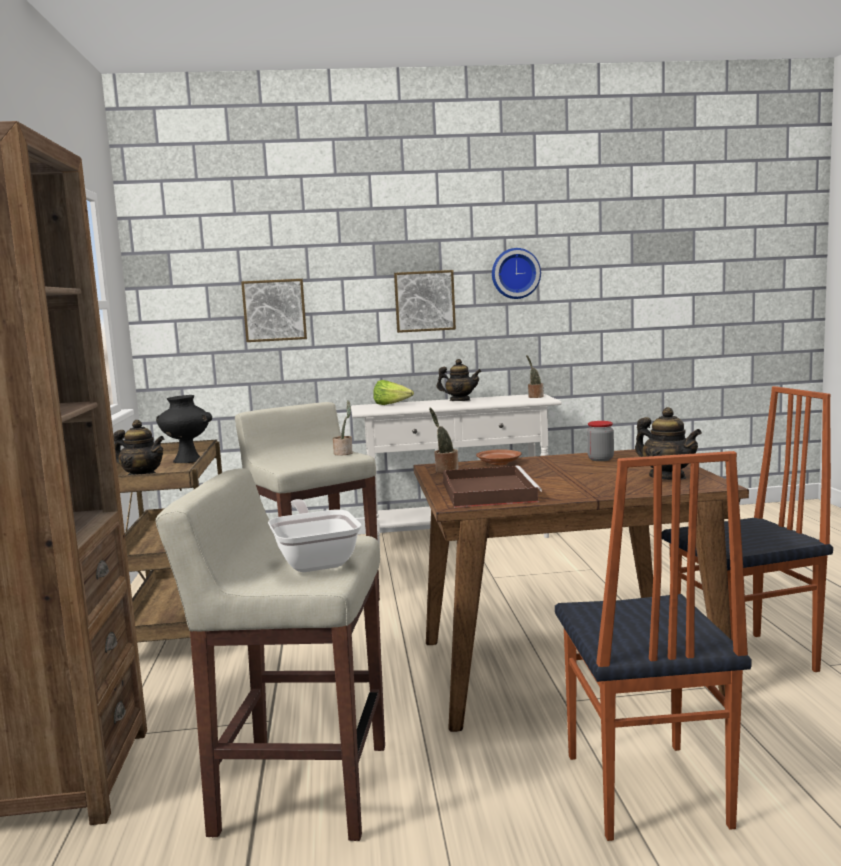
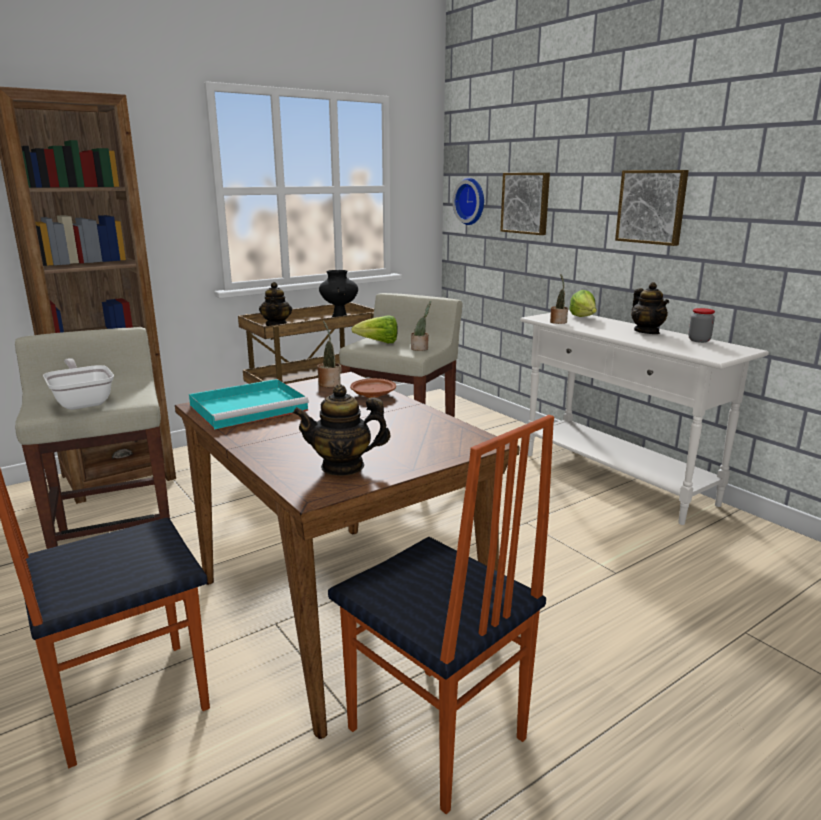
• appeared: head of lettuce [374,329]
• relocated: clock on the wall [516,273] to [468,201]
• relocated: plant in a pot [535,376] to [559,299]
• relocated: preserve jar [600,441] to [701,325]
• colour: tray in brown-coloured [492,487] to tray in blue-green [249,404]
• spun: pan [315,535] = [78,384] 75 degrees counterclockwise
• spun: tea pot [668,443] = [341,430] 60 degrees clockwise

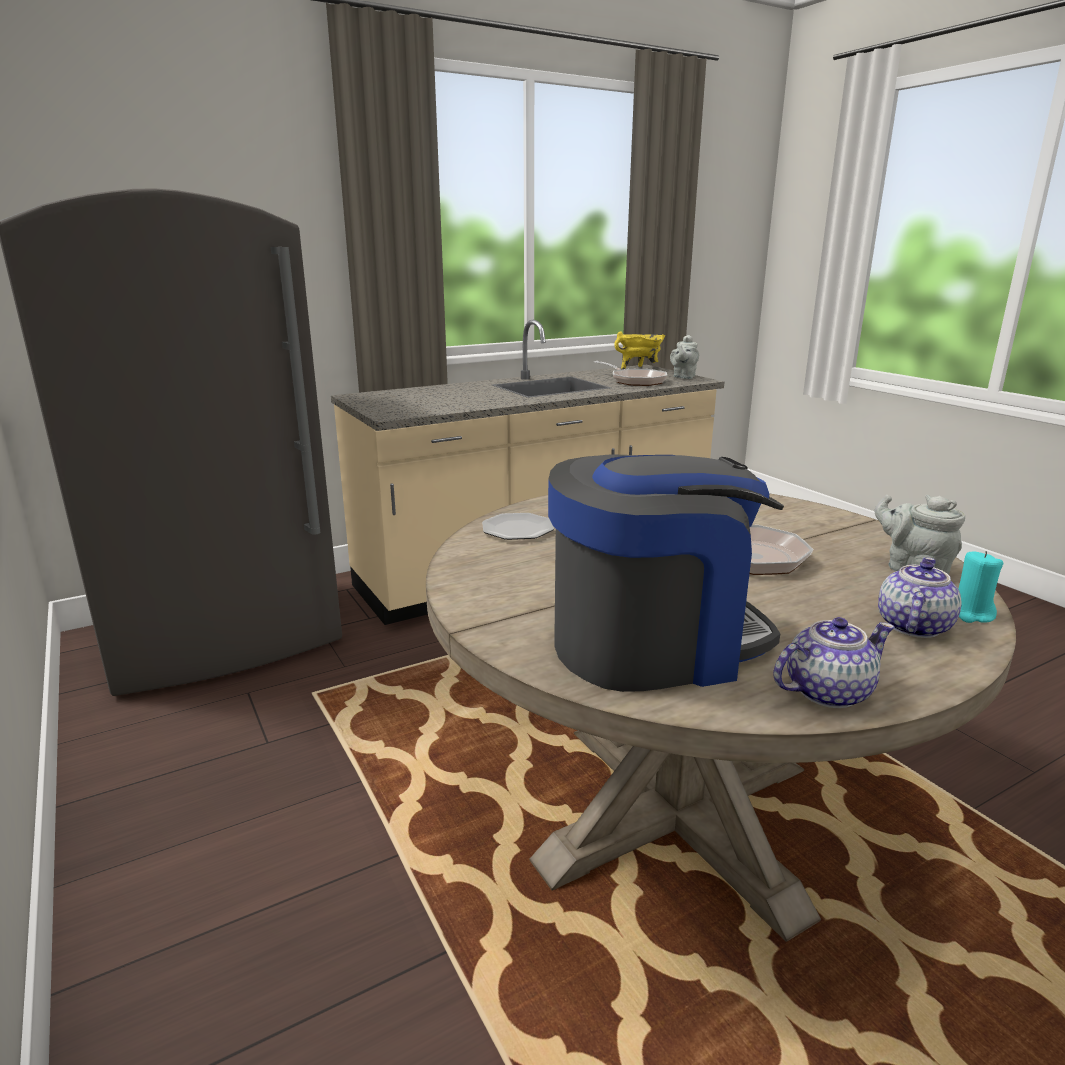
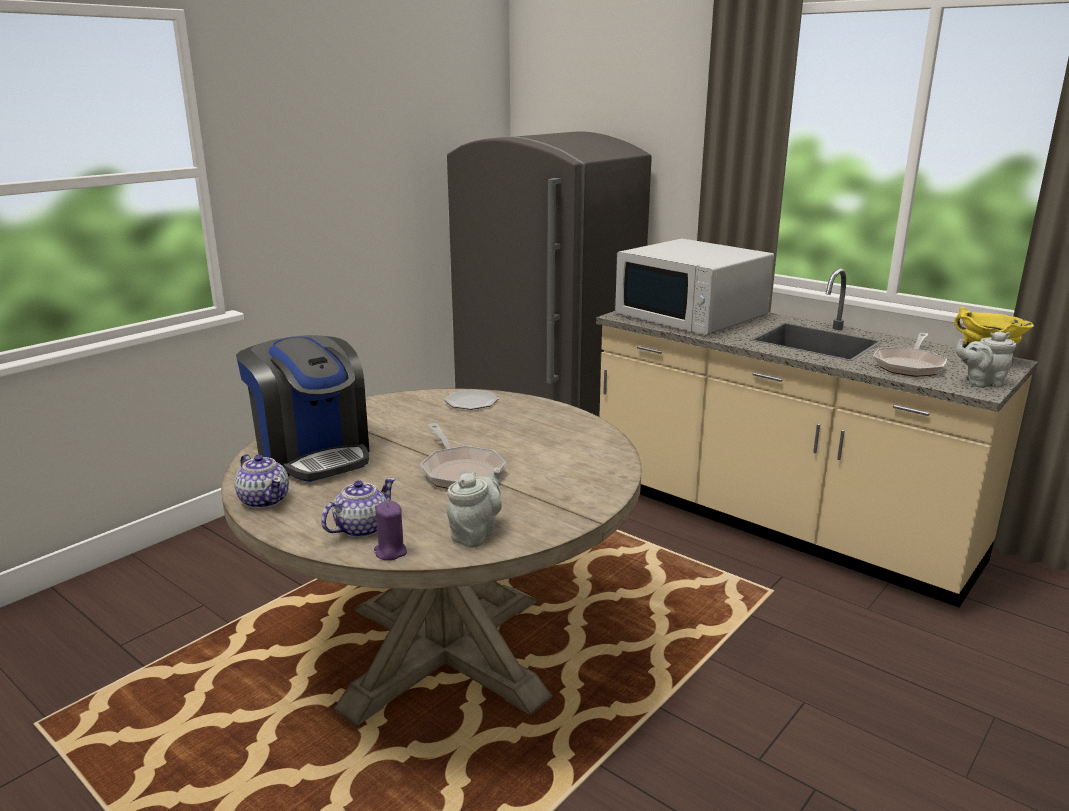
• appeared: microwave in white-coloured [694,287]
• colour: wax light in blue-green [981,587] to wax light in purple [390,530]
• spun: tea pot [920,597] = [358,508] 60 degrees counterclockwise

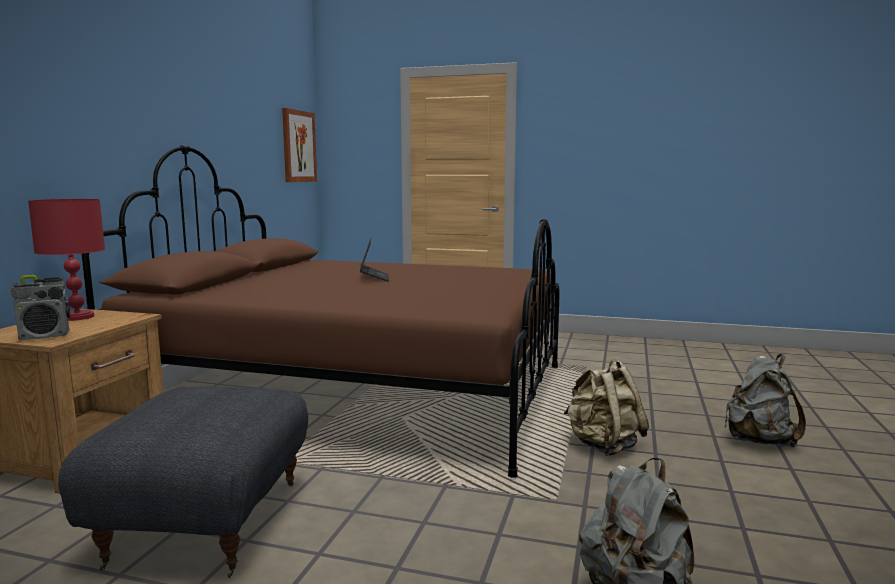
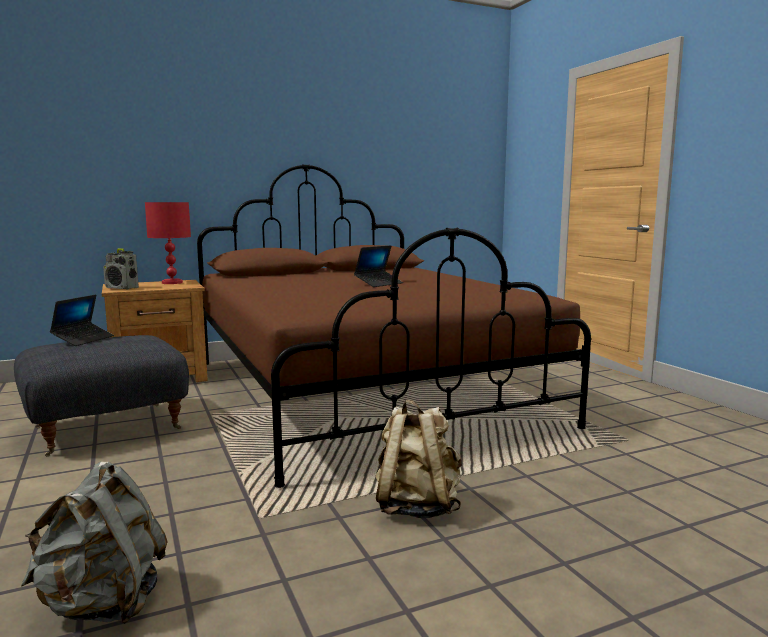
• missing: picture [299,145]
• missing: backpack in greyish [765,400]
• appeared: notebook computer [82,320]

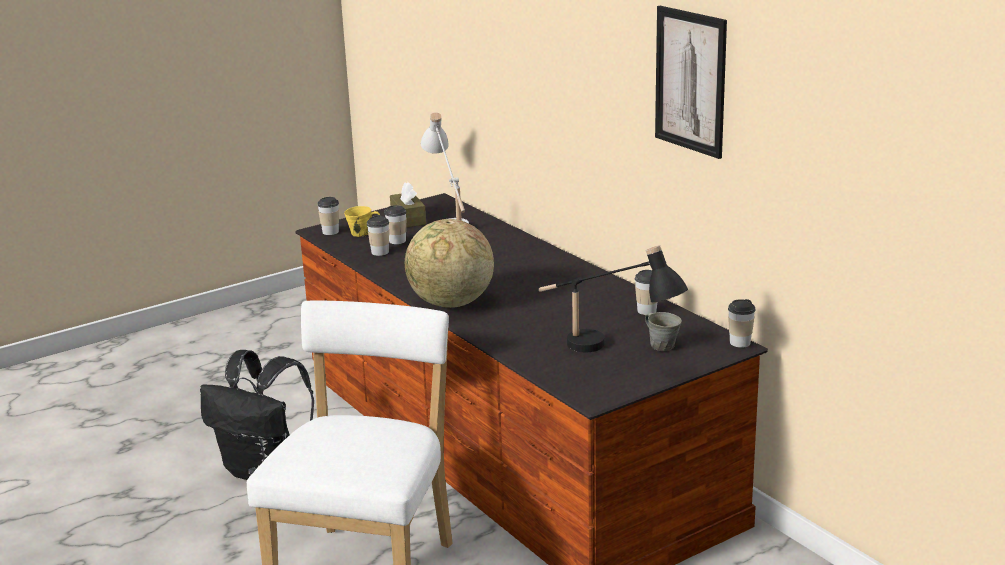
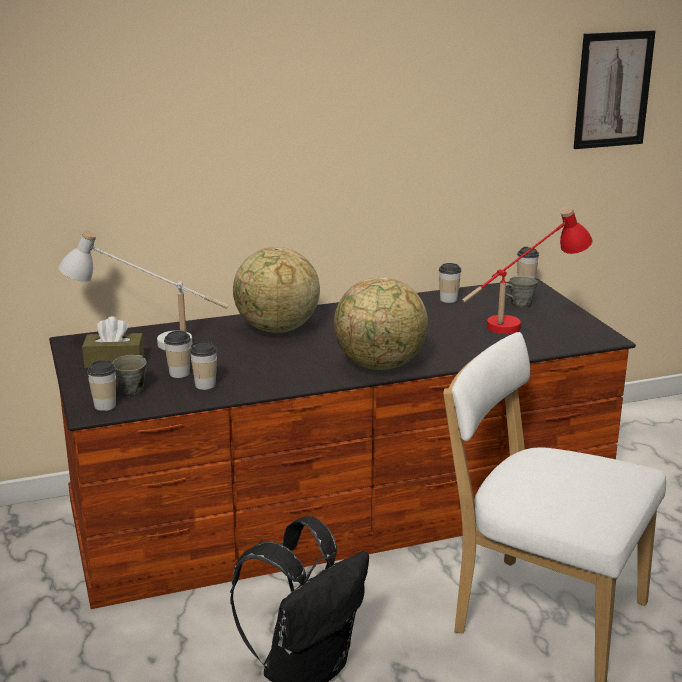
• appeared: world globe [276,290]
• relocated: picture [691,82] to [614,89]
• colour: coffee mug in yellow-coloured [362,221] to coffee mug in greyish [129,375]
• colour: table lamp in black-coloured [613,298] to table lamp in red-coloured [527,270]

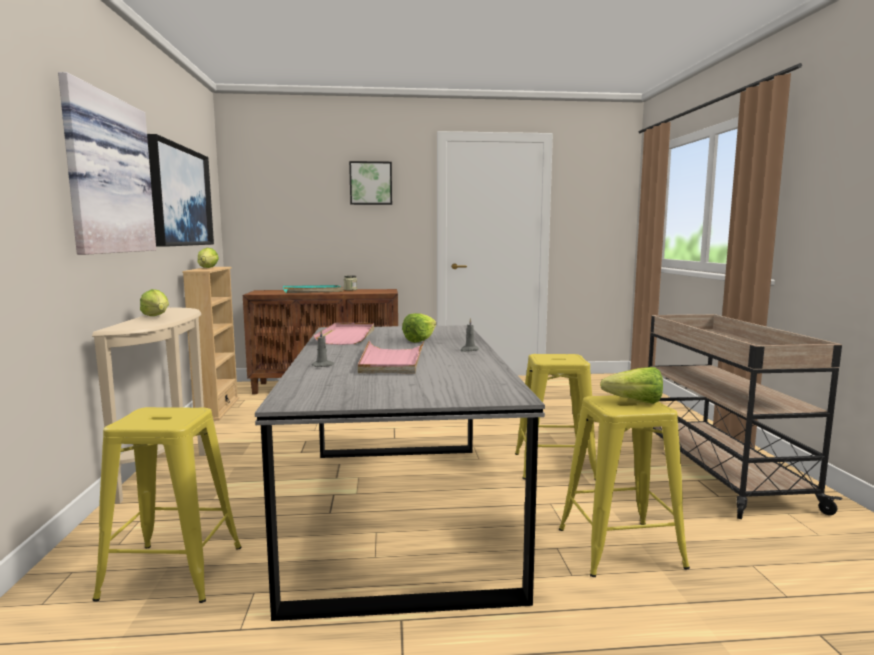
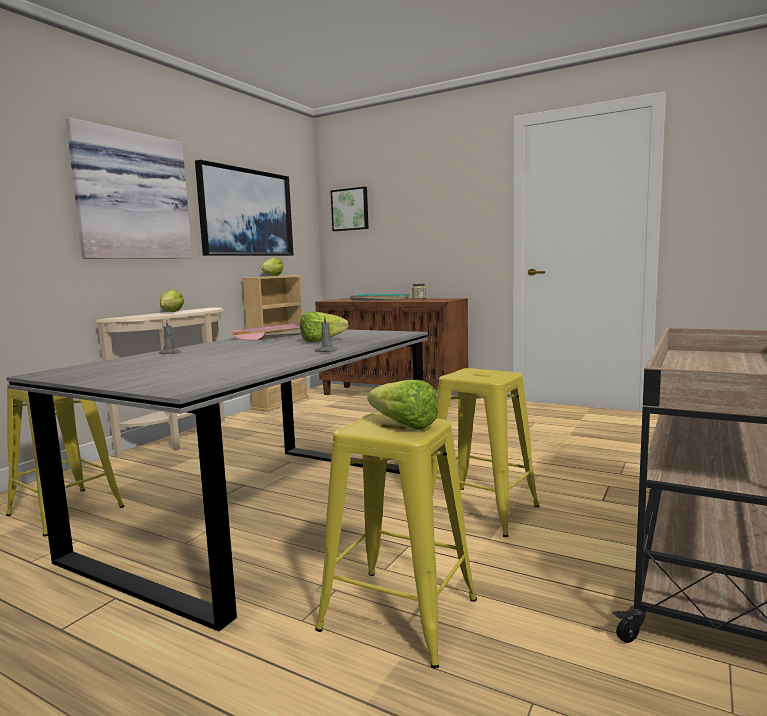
• missing: tray in pink [391,357]
• relocated: picture [370,183] to [350,209]

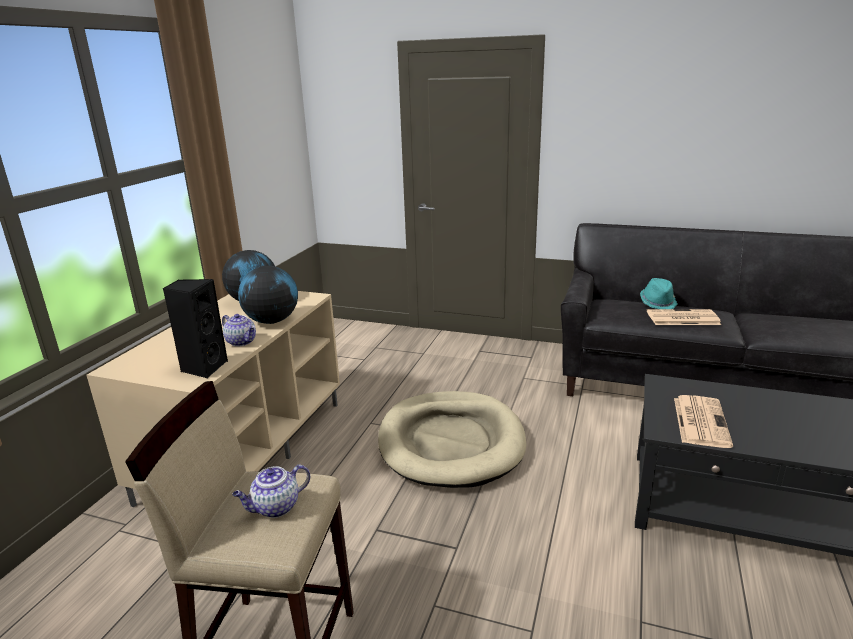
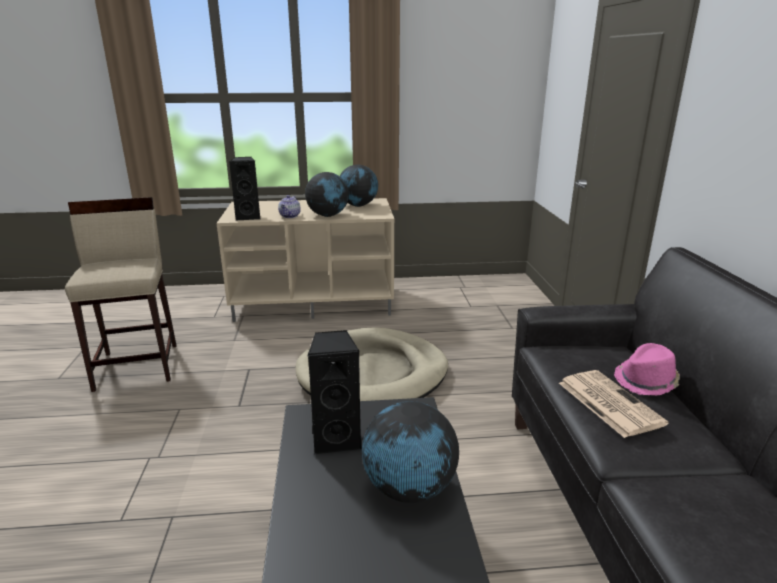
• missing: tea pot [271,491]
• appeared: world globe [410,452]
• exchanged: newspaper [703,421] to speaker in black-coloured [334,392]
• colour: hat in blue-green [658,293] to hat in pink [647,369]

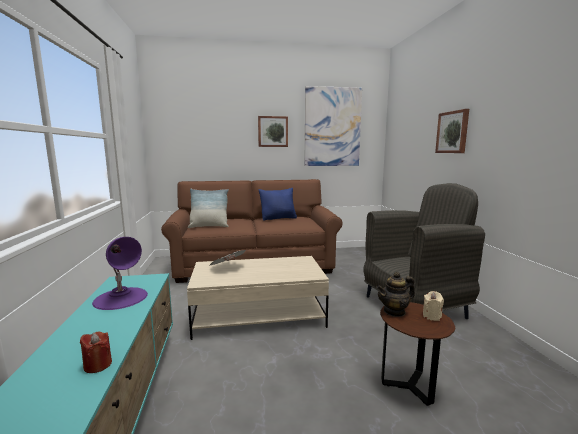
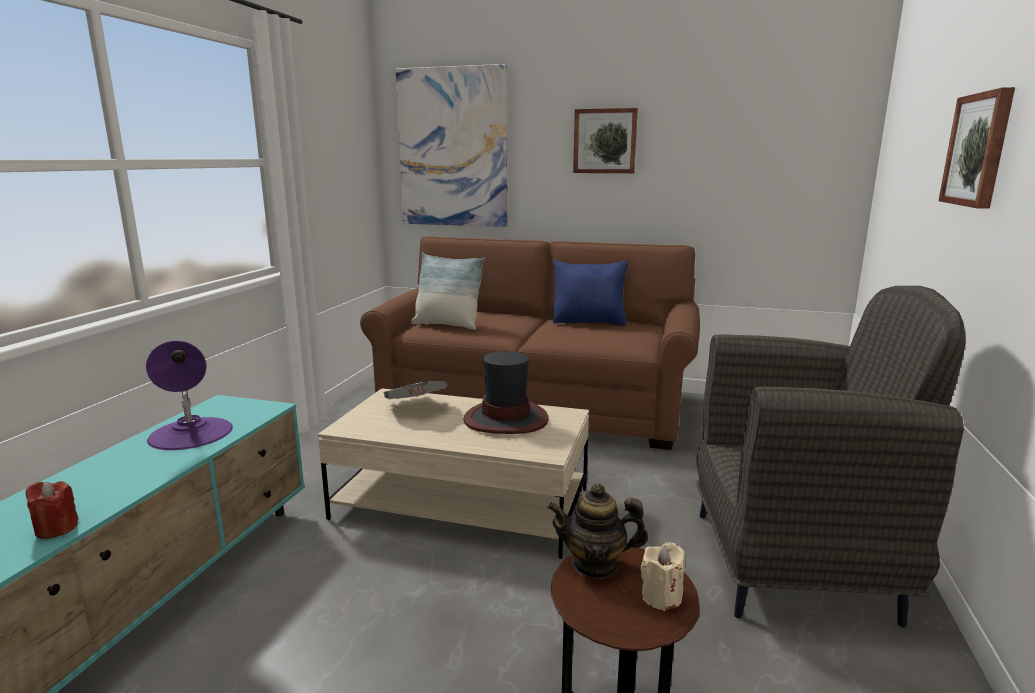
• appeared: hat [506,392]
• relocated: picture [333,126] to [451,145]

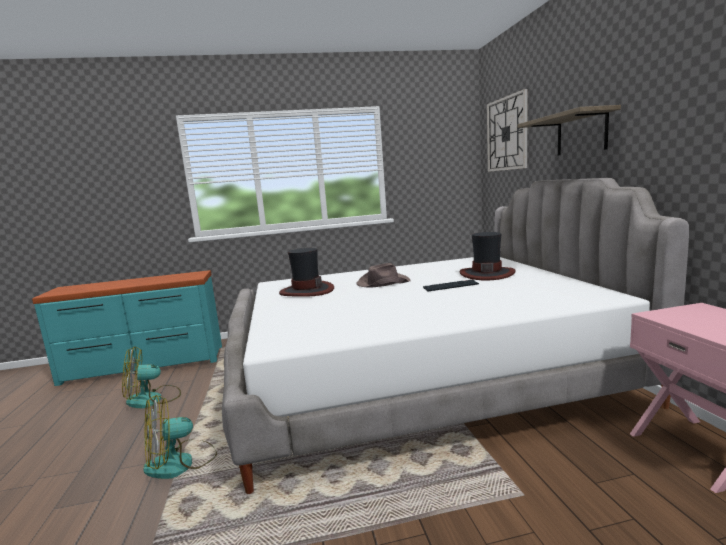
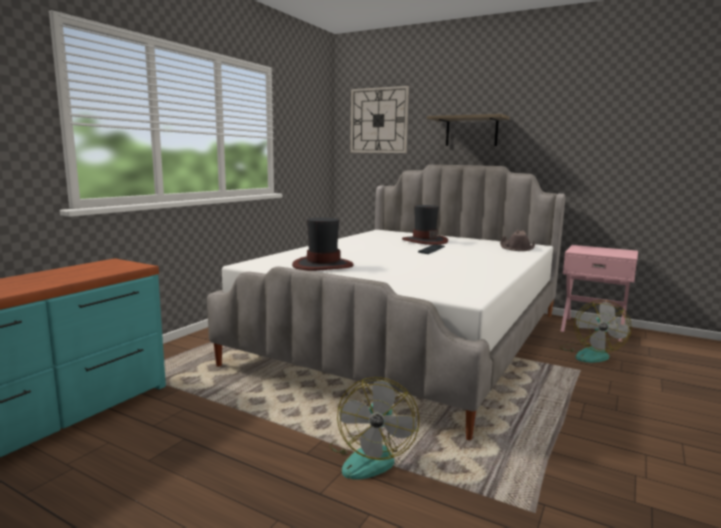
• relocated: electric fan [151,377] to [596,331]
• relocated: hat in brown-coloured [383,275] to [517,240]

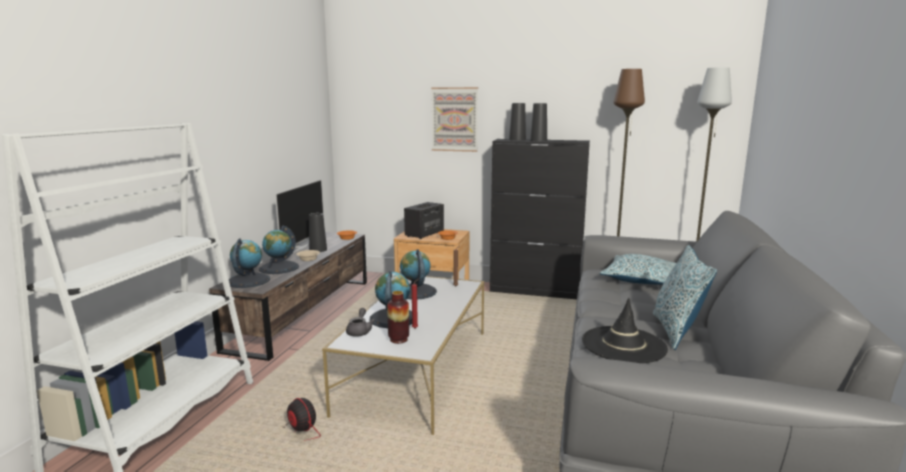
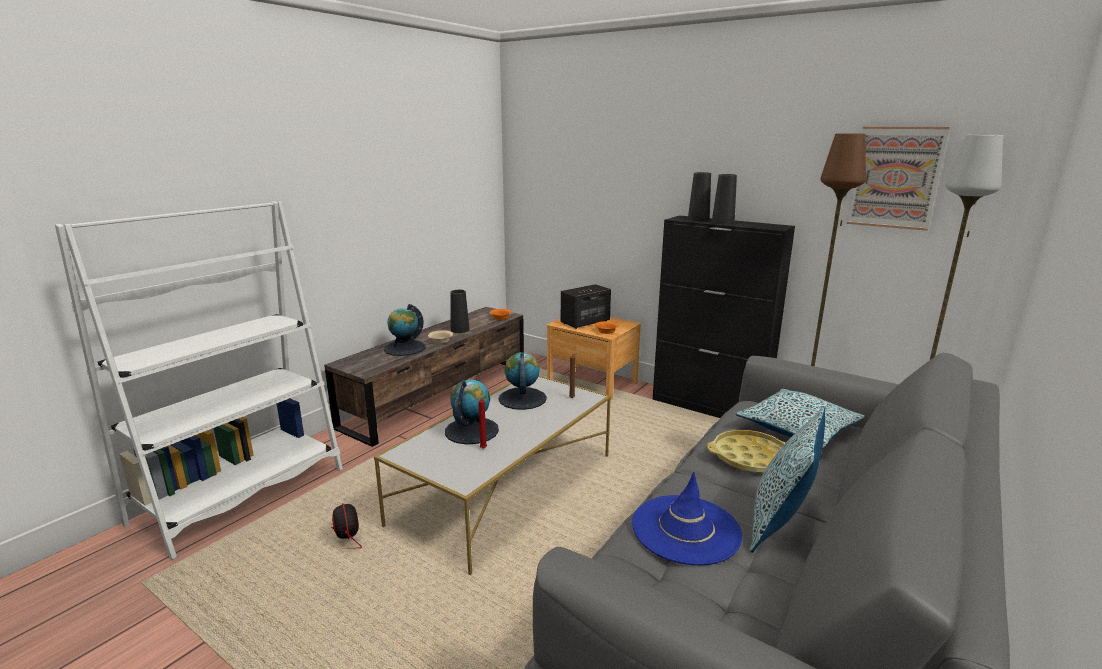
• missing: world globe [249,263]
• missing: television [299,216]
• missing: tea pot in greyish [360,322]
• missing: flower vase [398,317]
• appeared: tray in yellow-coloured [746,451]
• relocated: picture [454,119] to [898,179]
• colour: hat in black-coloured [625,330] to hat in blue [687,518]

